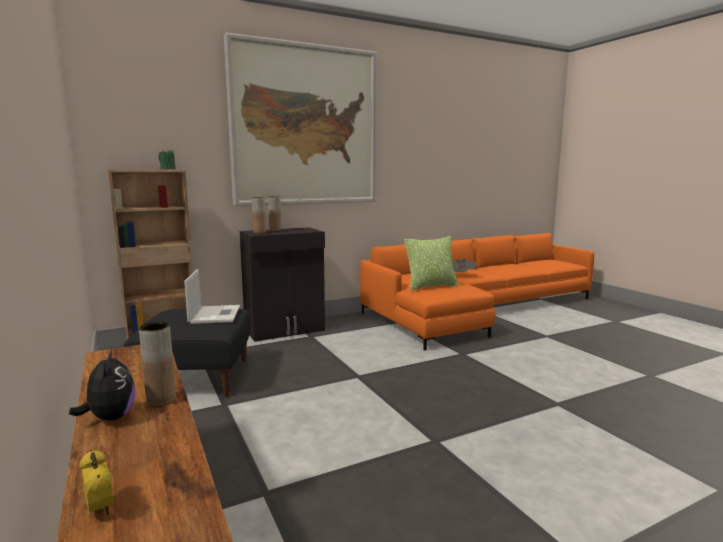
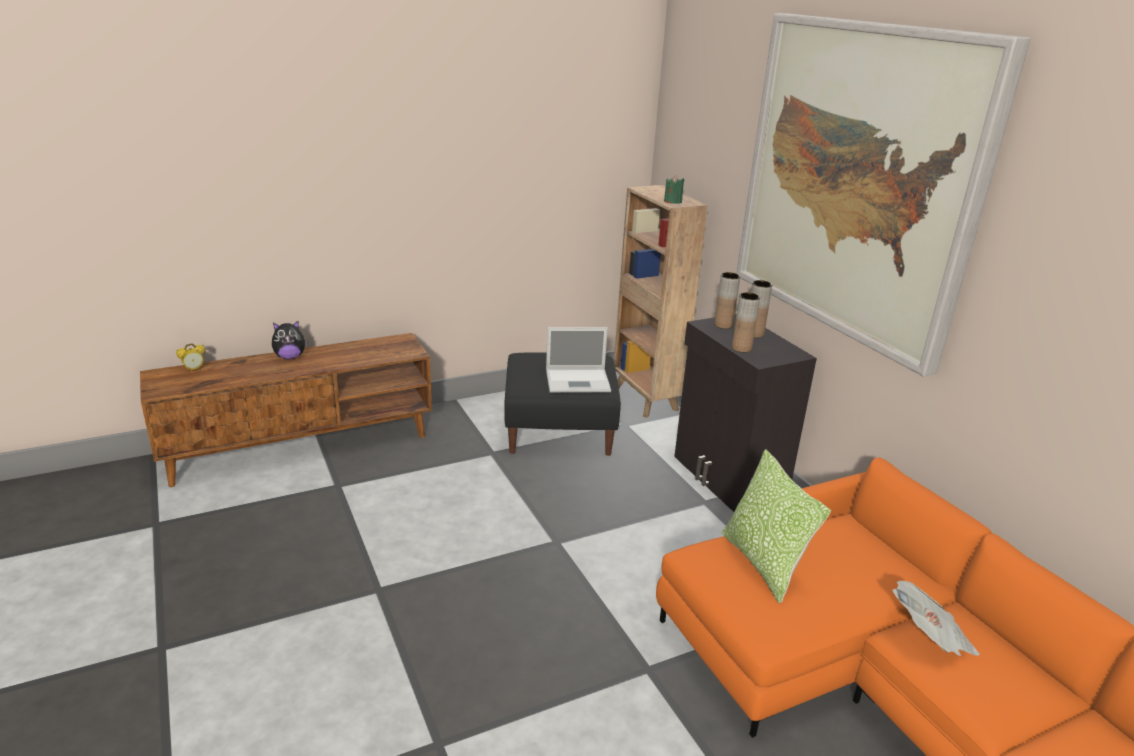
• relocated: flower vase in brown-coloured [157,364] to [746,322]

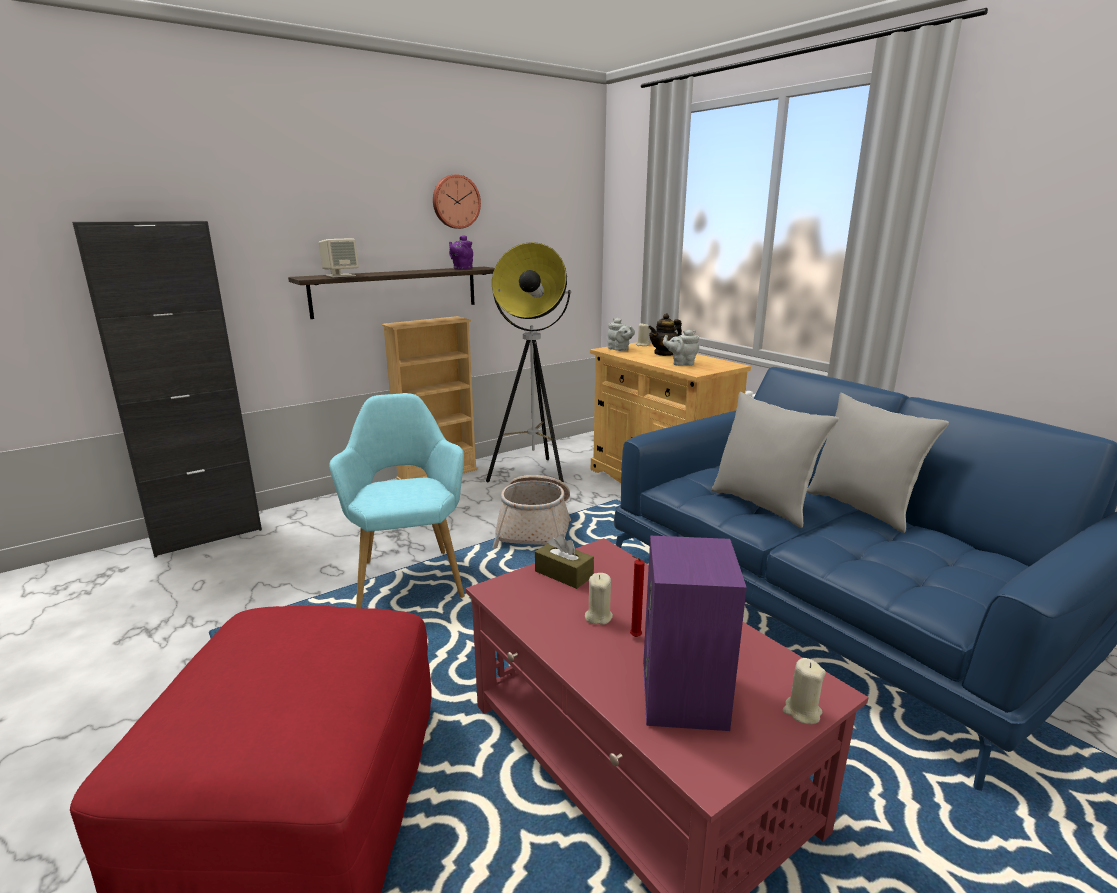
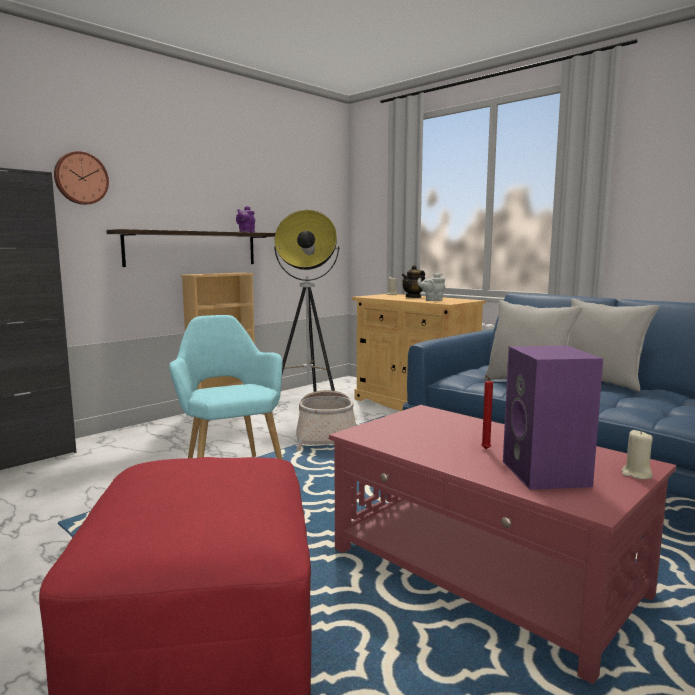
• missing: speaker in beige-coloured [339,257]
• missing: tissue holder in brown-coloured [564,561]
• missing: wax light in beige-coloured [599,599]
• missing: tea pot in greyish [621,334]
• relocated: clock on the wall [457,201] to [81,178]

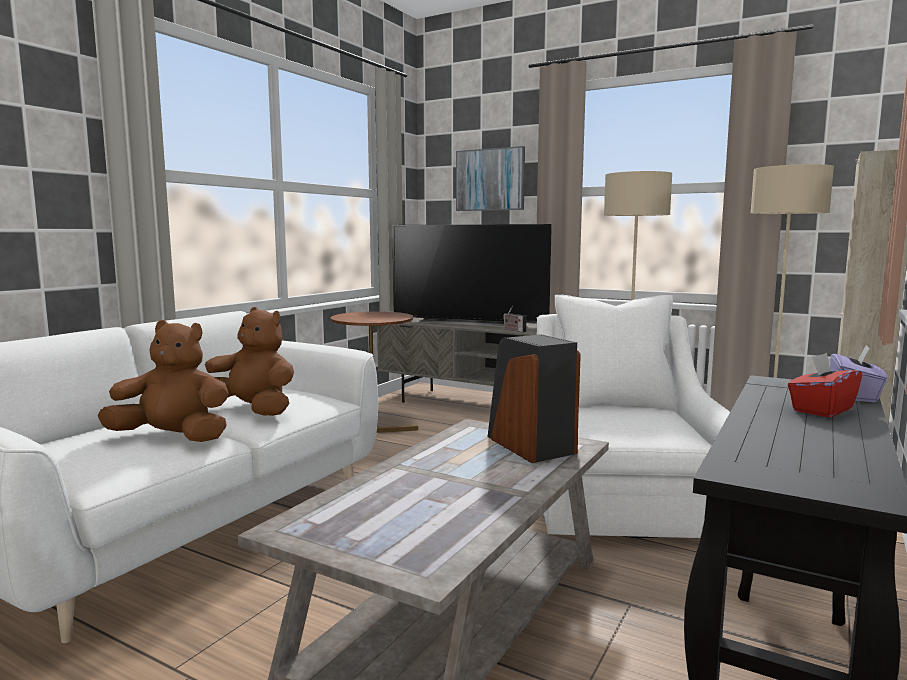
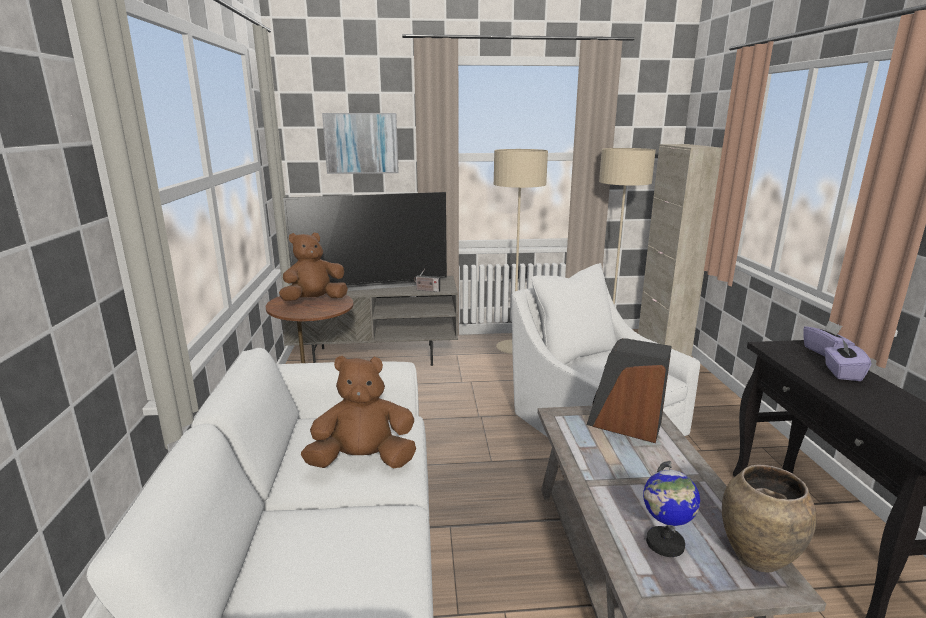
• appeared: world globe [671,509]
• appeared: flower vase in brown-coloured [769,519]
• relocated: soft toy in brown-coloured [163,381] to [313,267]
• colour: tissue holder in red-coloured [825,385] to tissue holder in purple [848,359]

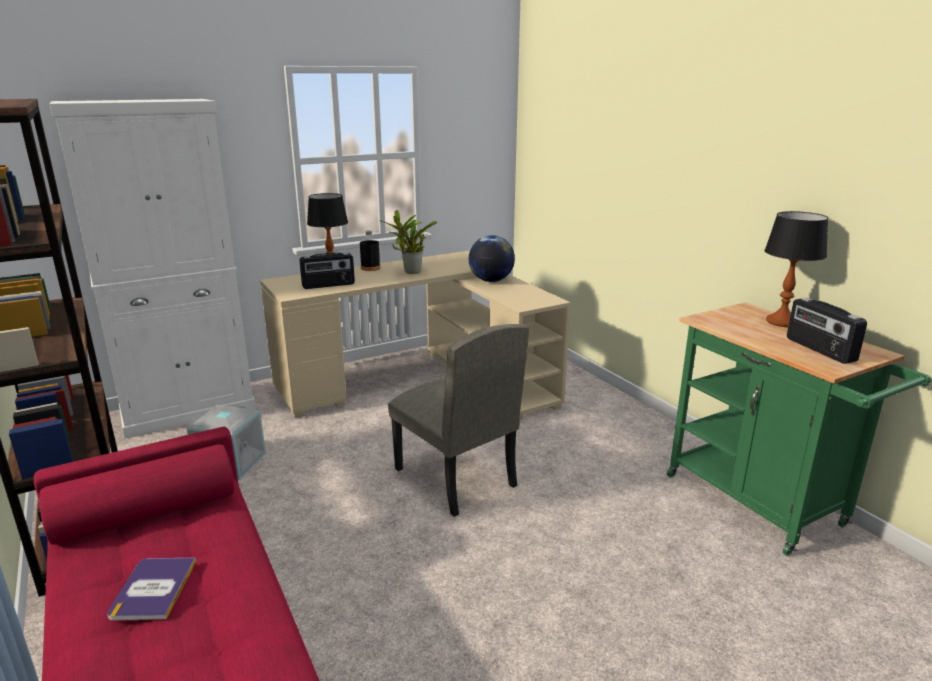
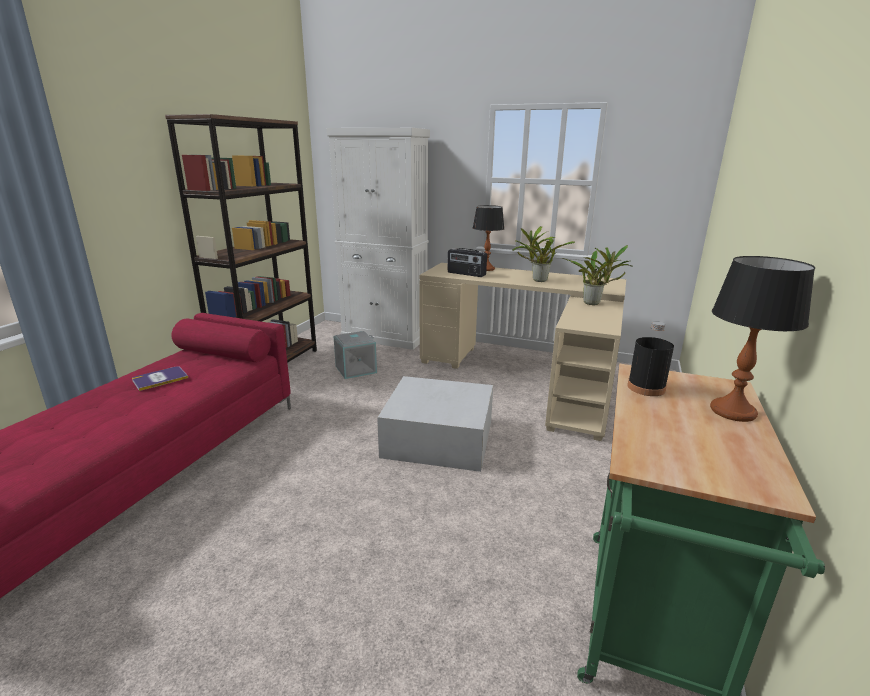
• missing: radio set [827,331]
• relocated: bottle in black-coloured [370,251] to [650,358]
• exchanged: upright chair in beige-coloured [458,420] to storage container in white-coloured [435,424]
• exchanged: world globe [492,258] to plant in a pot [597,275]

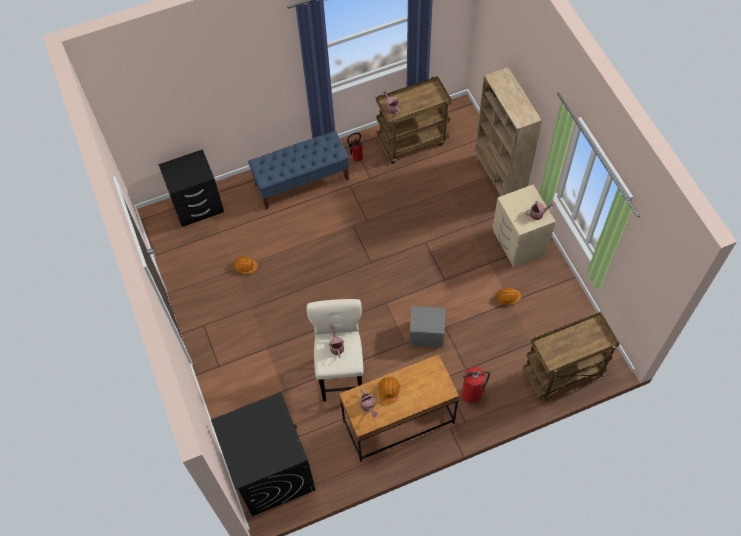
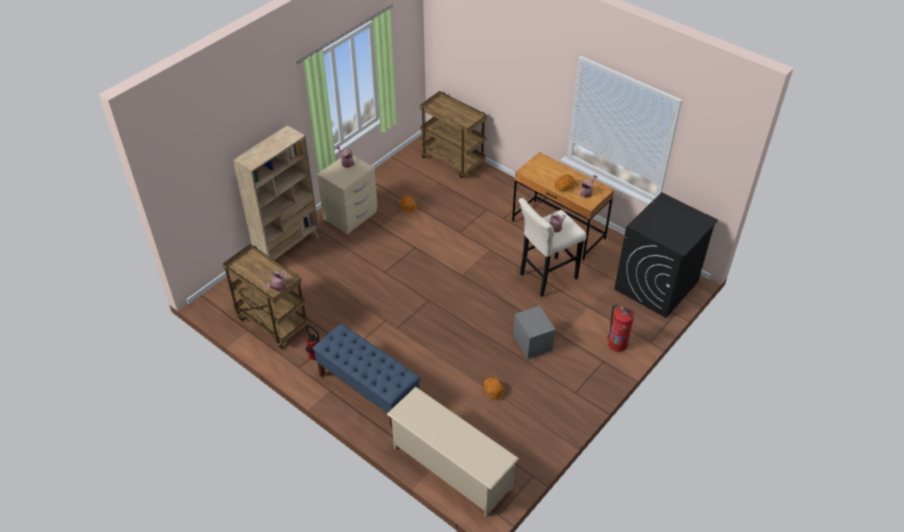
• relocated: storage container in greyish [427,327] to [534,332]
• relocated: fire extinguisher [476,385] to [620,328]
• exchanged: bedside table in black-coloured [191,188] to shoe shelf in beige-coloured [453,452]

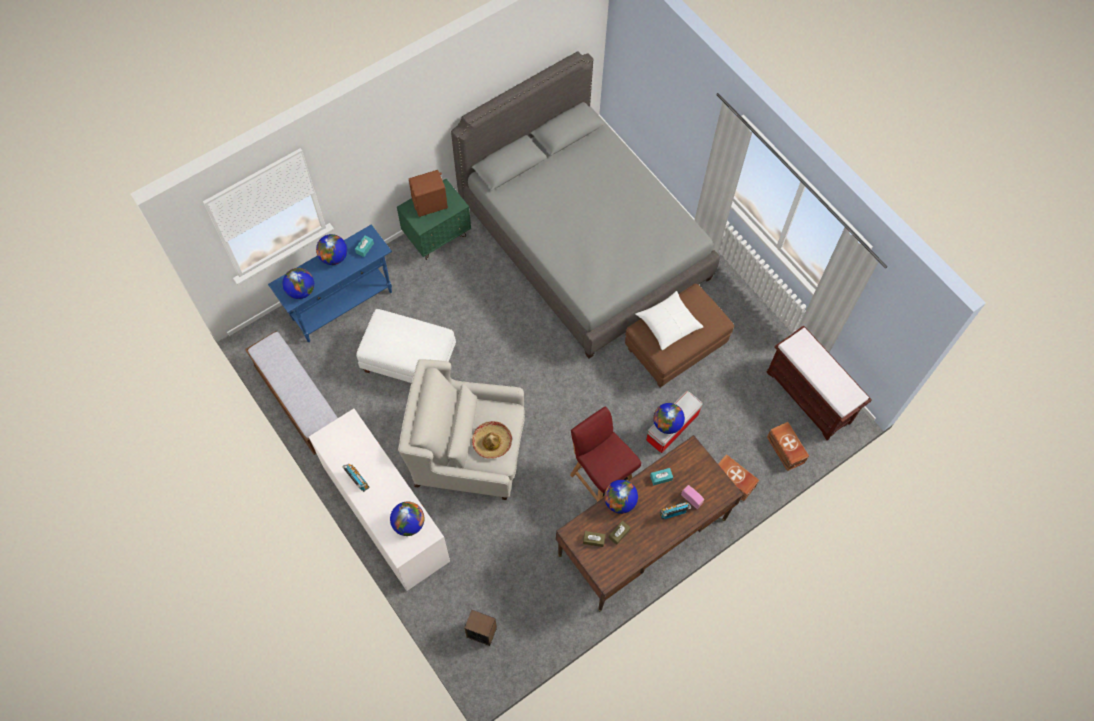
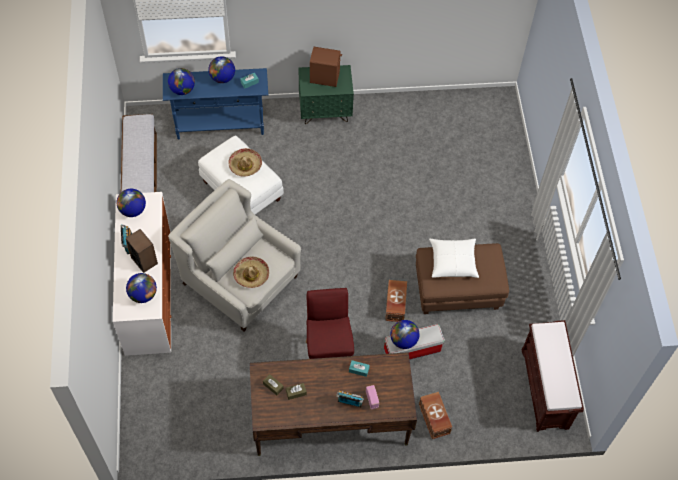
• missing: sleeping bed in greyish [585,204]
• appeared: hat [245,162]
• relocated: speaker [480,628] to [142,251]
• relocated: world globe [621,497] to [131,203]
• relocated: storage container in brown-coloured [788,446] to [396,301]

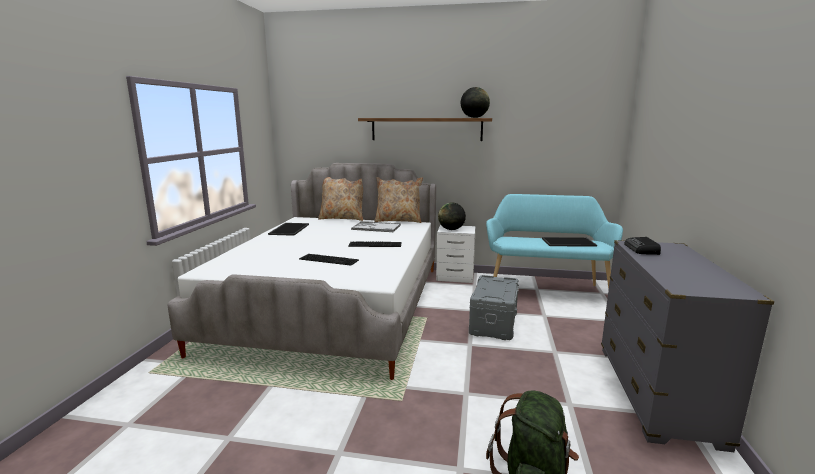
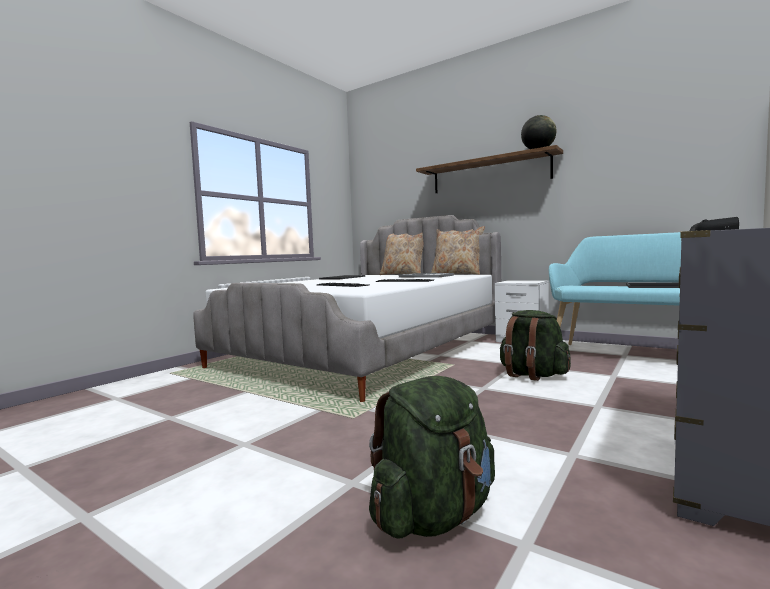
• missing: world globe [452,216]
• exchanged: storage container in greyish [494,307] to backpack in green [535,345]

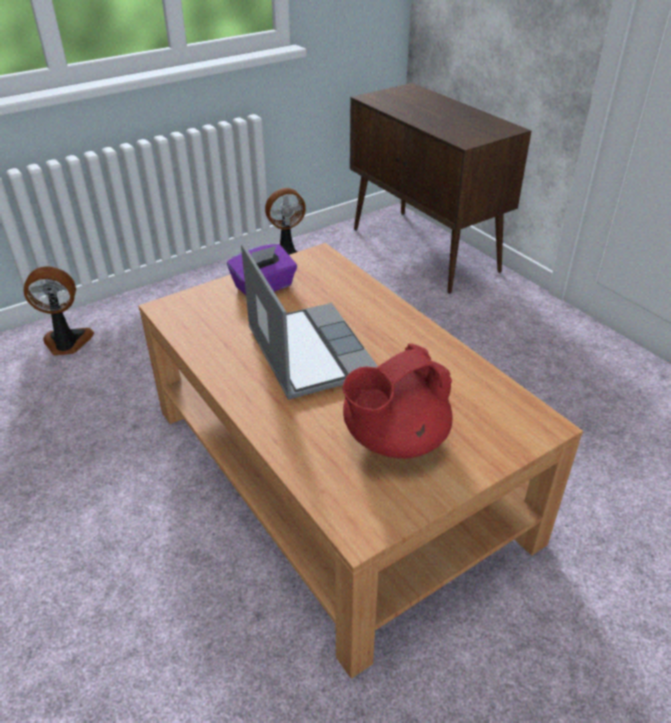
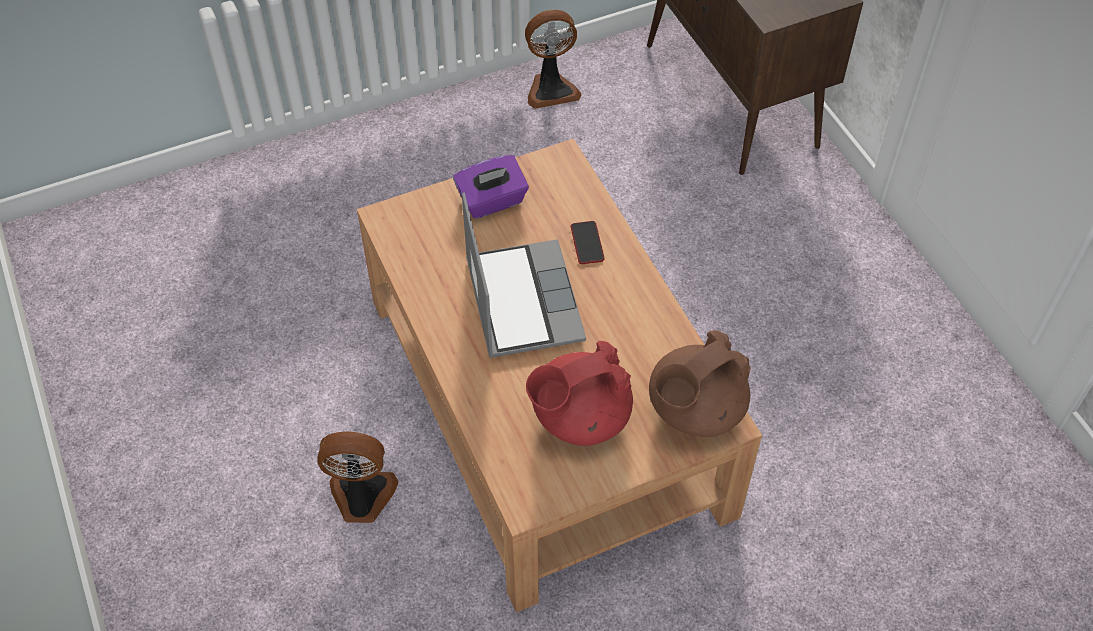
• appeared: phone [588,242]
• appeared: tea pot in brown-coloured [700,383]
• relocated: electric fan [59,311] to [357,477]

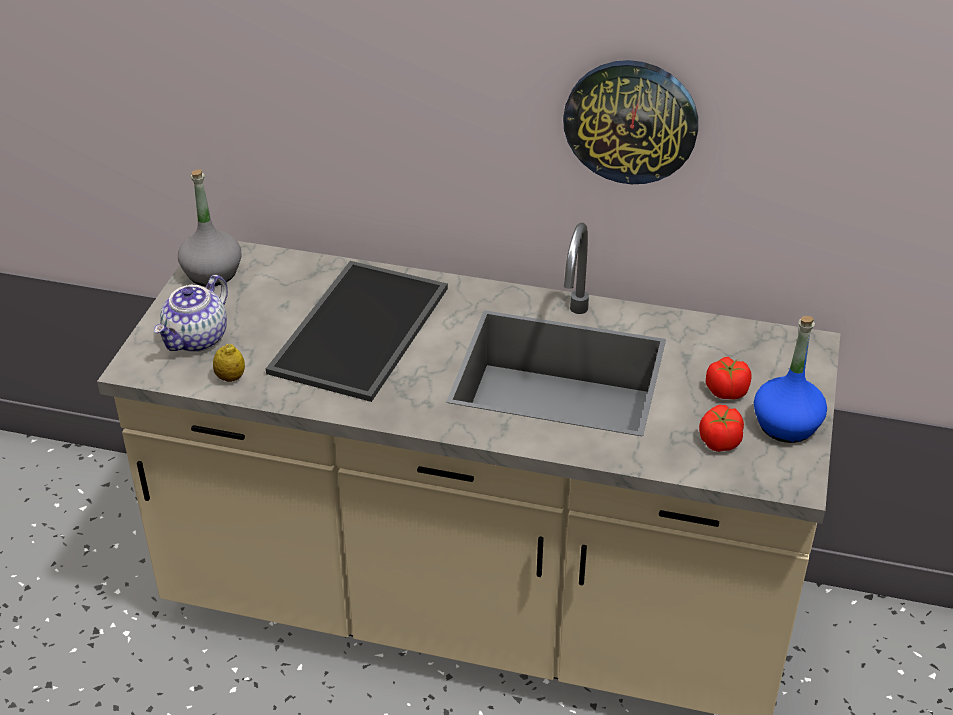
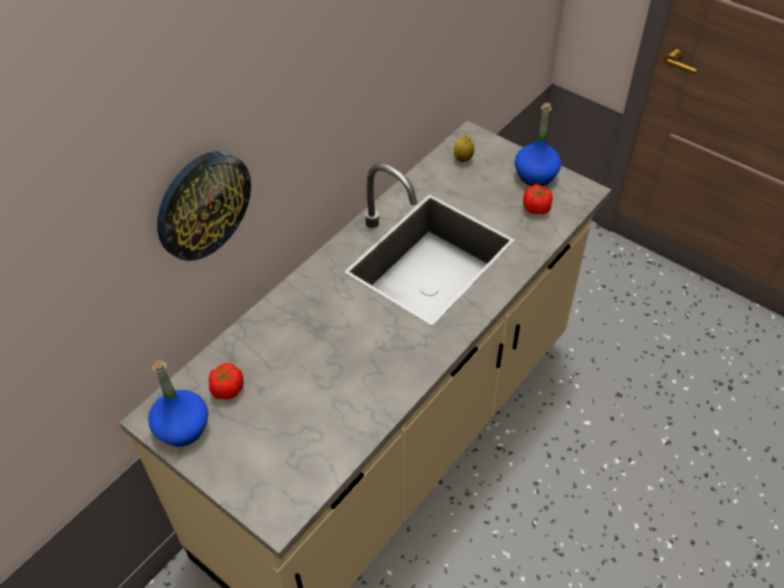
• missing: tea pot [191,313]
• missing: tray [357,331]
• relocated: whole lemon [229,363] to [464,148]
• relocated: clock on the wall [630,122] to [204,206]
• relocated: whole tomato [729,378] to [226,381]
• colour: bottle in greyish [209,227] to bottle in blue [178,403]

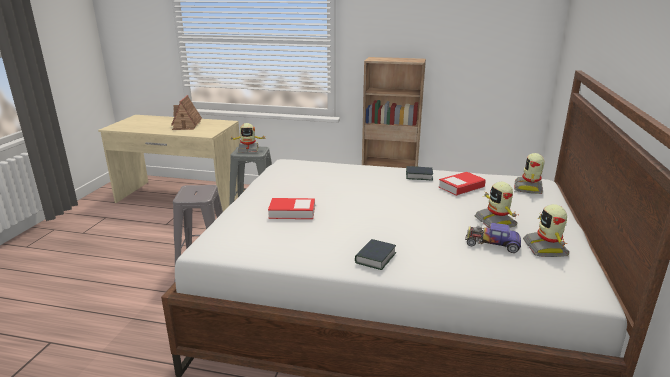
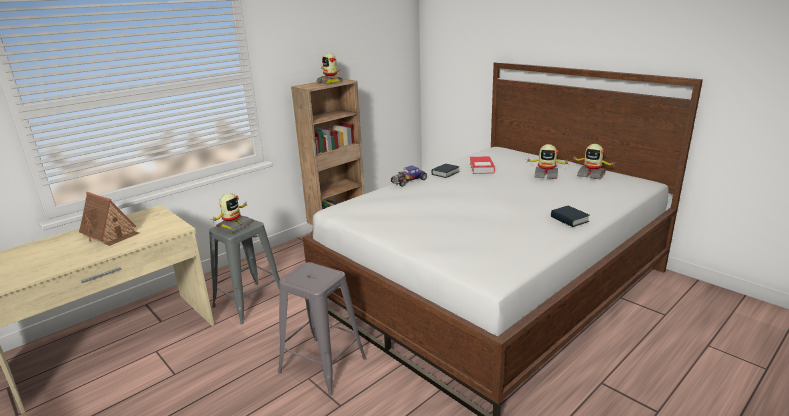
• missing: book [291,208]
• relocated: miniature car [493,238] to [409,176]
• relocated: model robot [529,173] to [329,69]

